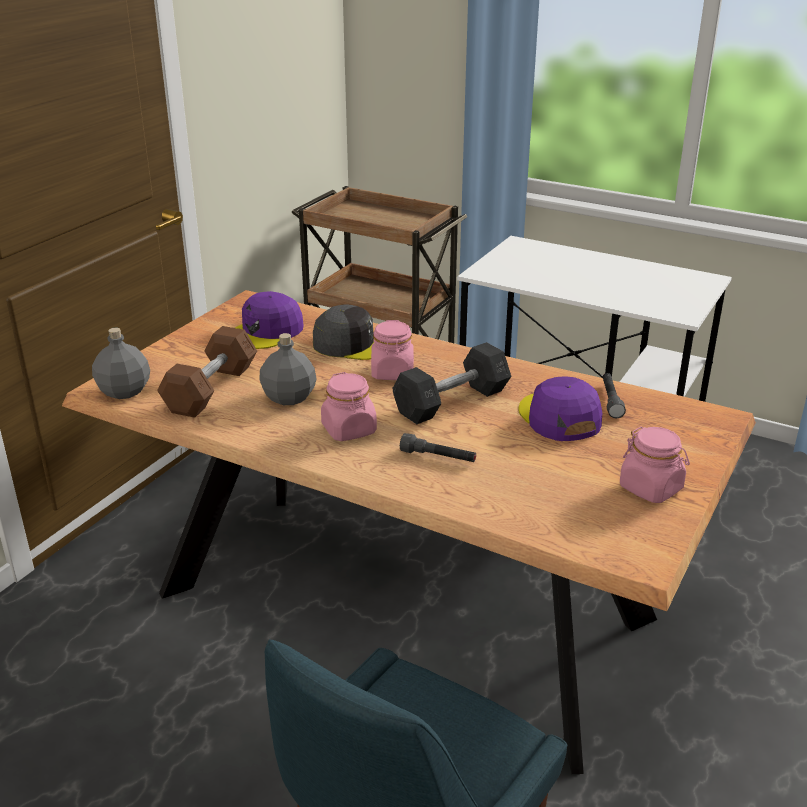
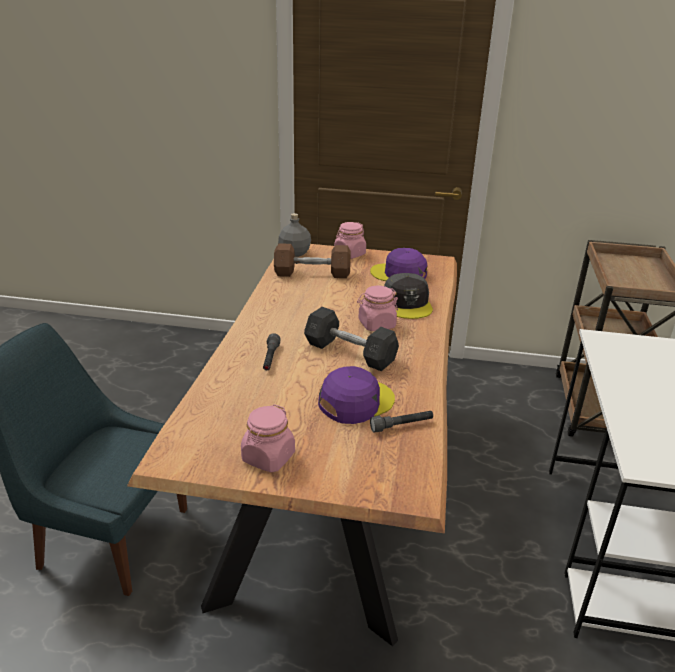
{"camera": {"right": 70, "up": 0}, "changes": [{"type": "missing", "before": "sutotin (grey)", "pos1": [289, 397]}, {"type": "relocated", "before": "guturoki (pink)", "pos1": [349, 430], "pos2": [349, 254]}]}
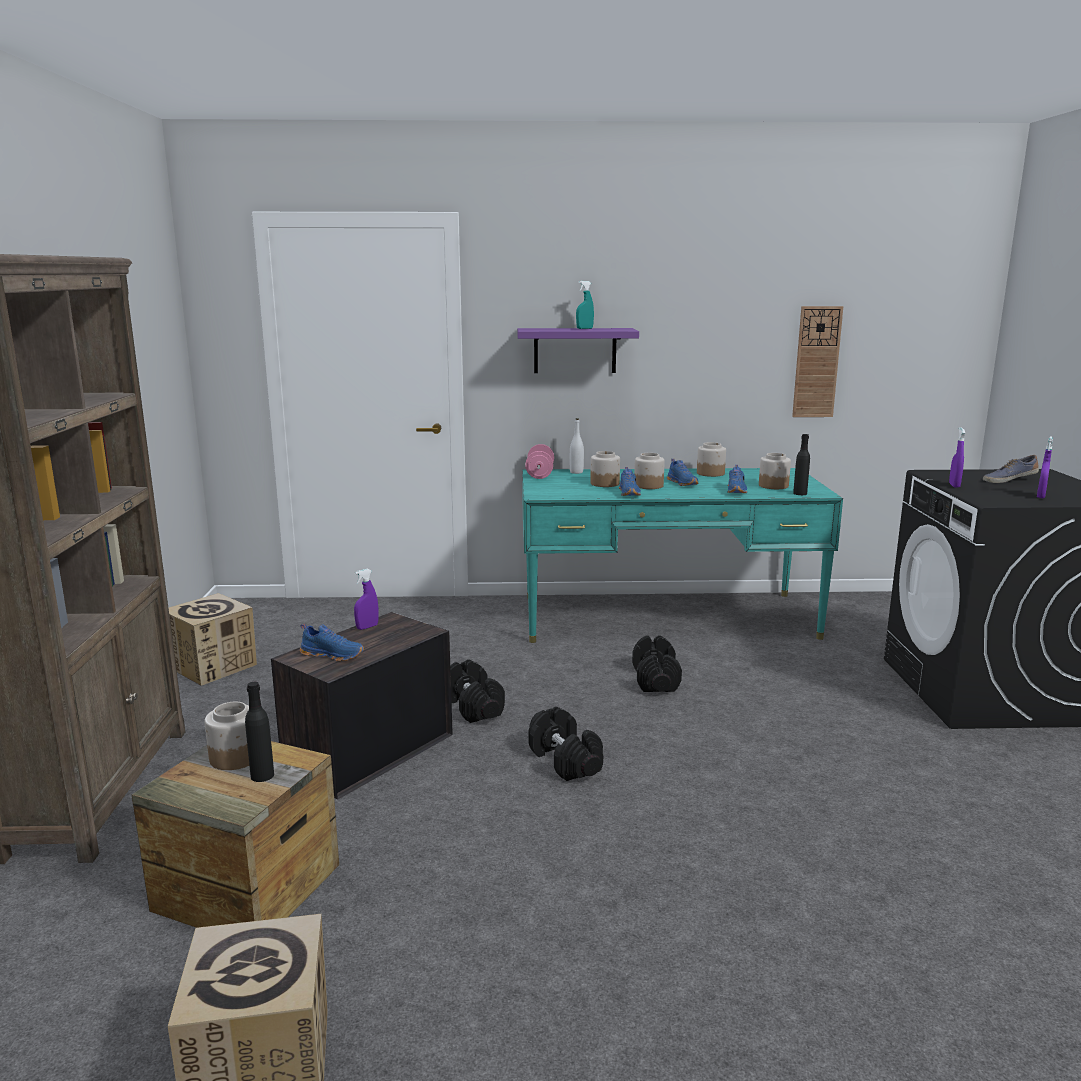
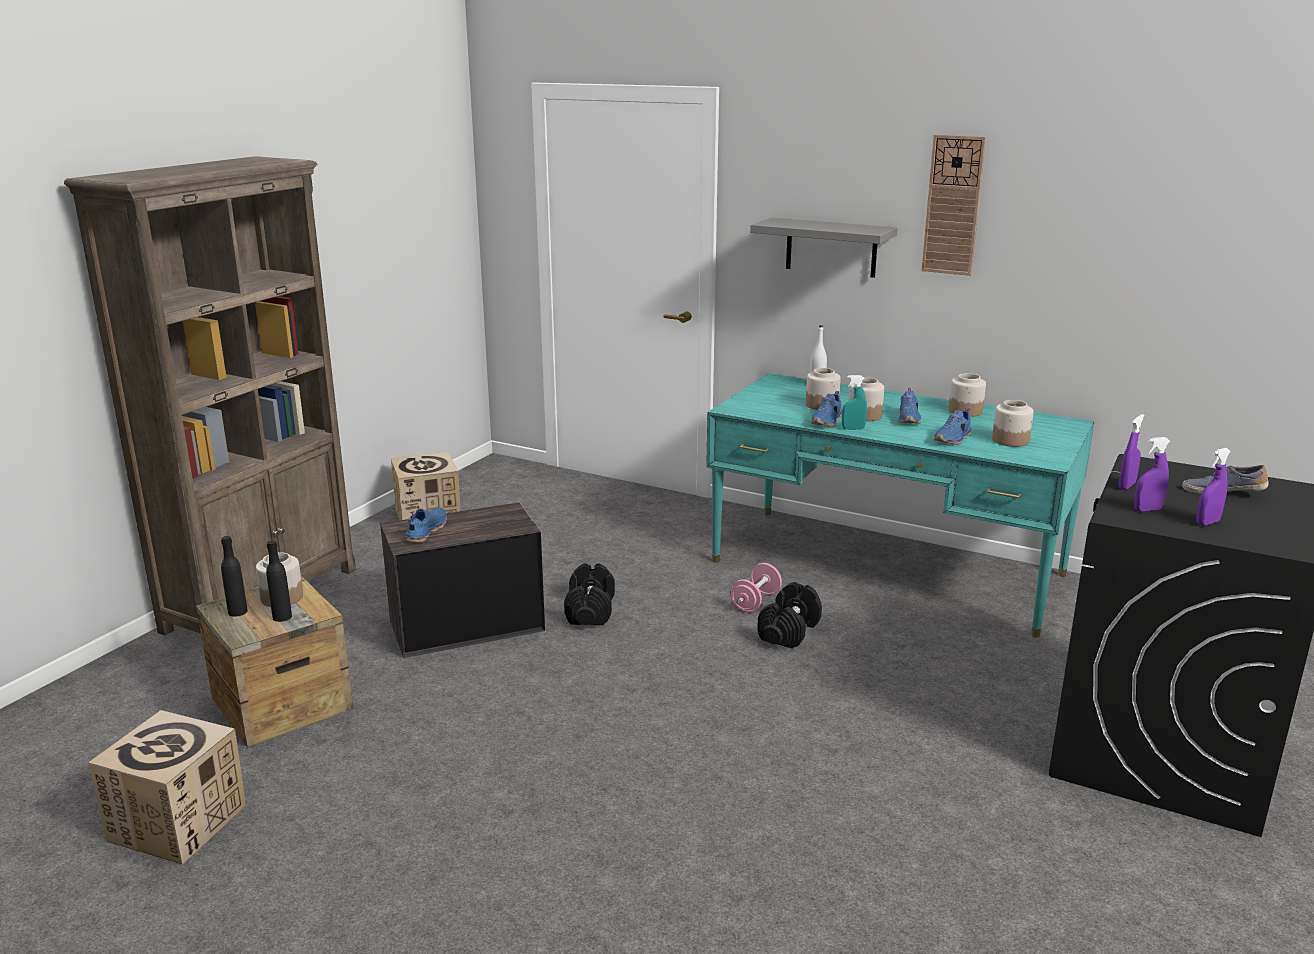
{"camera": {"right": 30, "up": 5}, "changes": [{"type": "spun", "before": "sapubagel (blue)", "pos1": [333, 655], "pos2": [425, 531], "turn": -120}, {"type": "relocated", "before": "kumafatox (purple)", "pos1": [367, 627], "pos2": [1147, 510]}, {"type": "colour", "before": "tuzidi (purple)", "after": "tuzidi (grey)", "pos1": [575, 350], "pos2": [831, 247]}, {"type": "relocated", "before": "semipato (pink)", "pos1": [540, 474], "pos2": [755, 602]}, {"type": "missing", "before": "semipato (black)", "pos1": [565, 761]}, {"type": "relocated", "before": "kumafatox (turquoise)", "pos1": [584, 328], "pos2": [853, 429]}, {"type": "relocated", "before": "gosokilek", "pos1": [816, 362], "pos2": [953, 205]}, {"type": "relocated", "before": "sutotin (black)", "pos1": [800, 493], "pos2": [237, 612]}]}
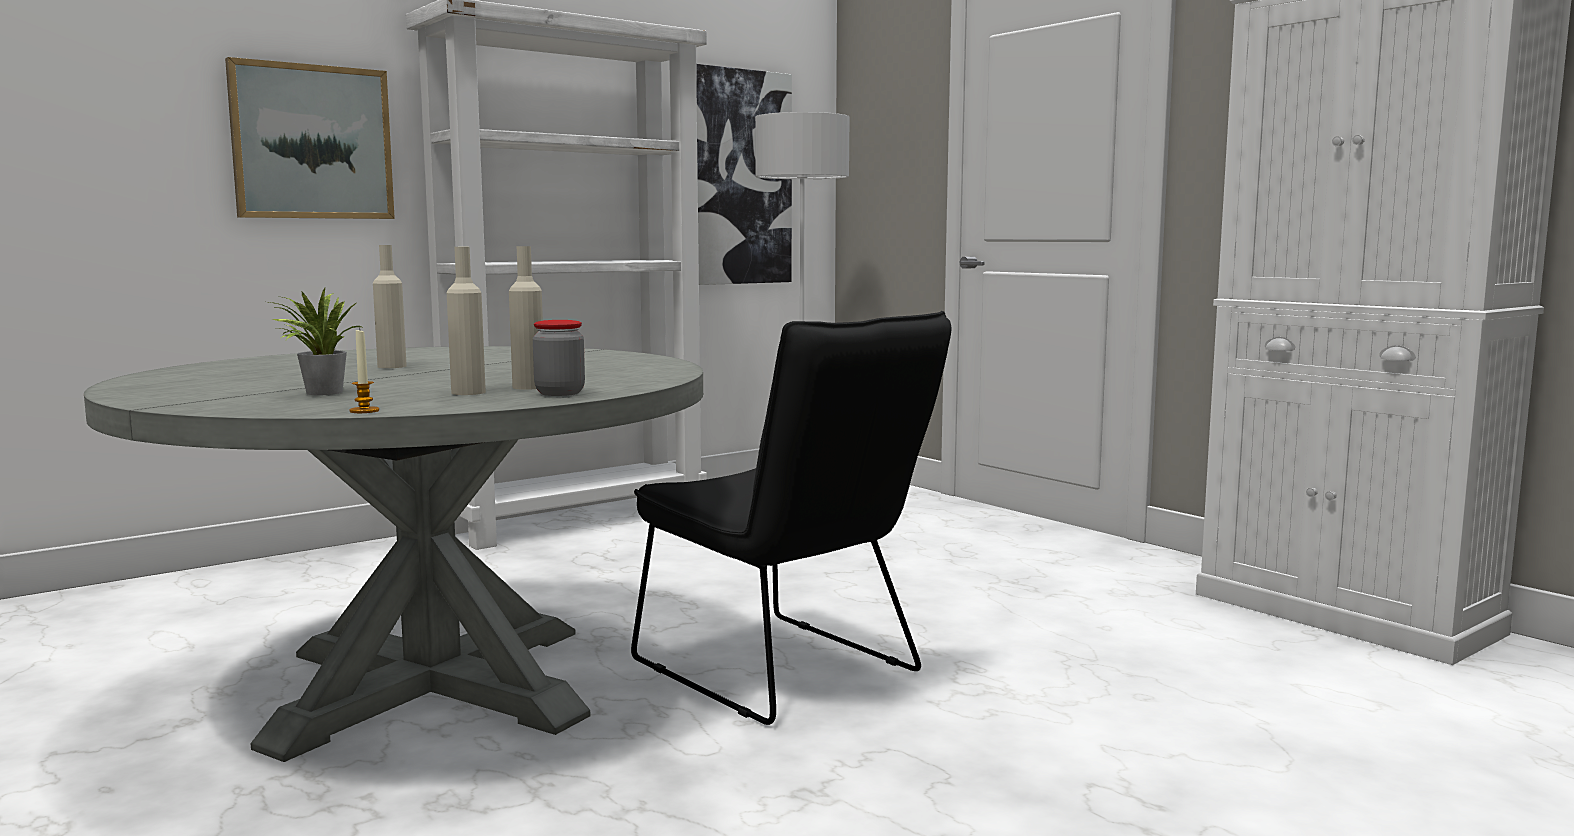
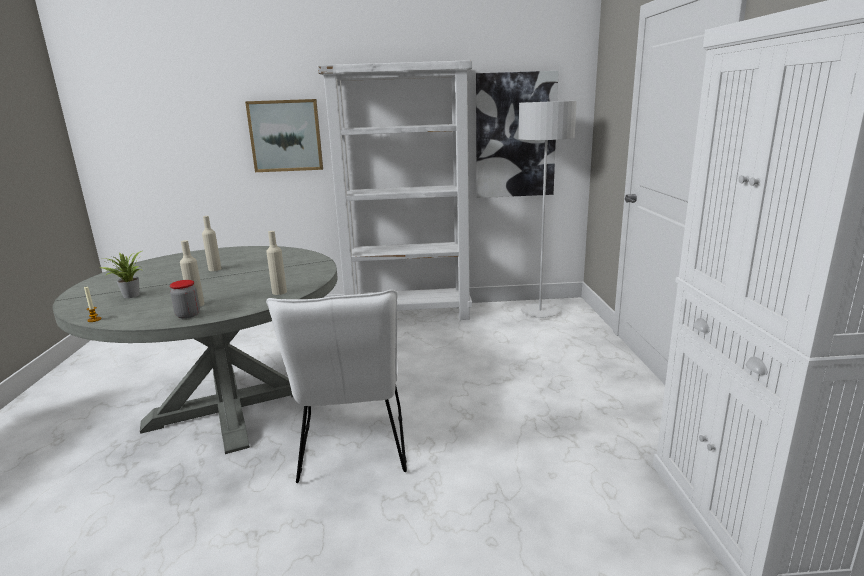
{"camera": {"right": 35, "up": 10}, "changes": [{"type": "relocated", "before": "sutotin (beige)", "pos1": [468, 392], "pos2": [279, 292]}, {"type": "colour", "before": "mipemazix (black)", "after": "mipemazix (white)", "pos1": [787, 672], "pos2": [352, 449]}]}
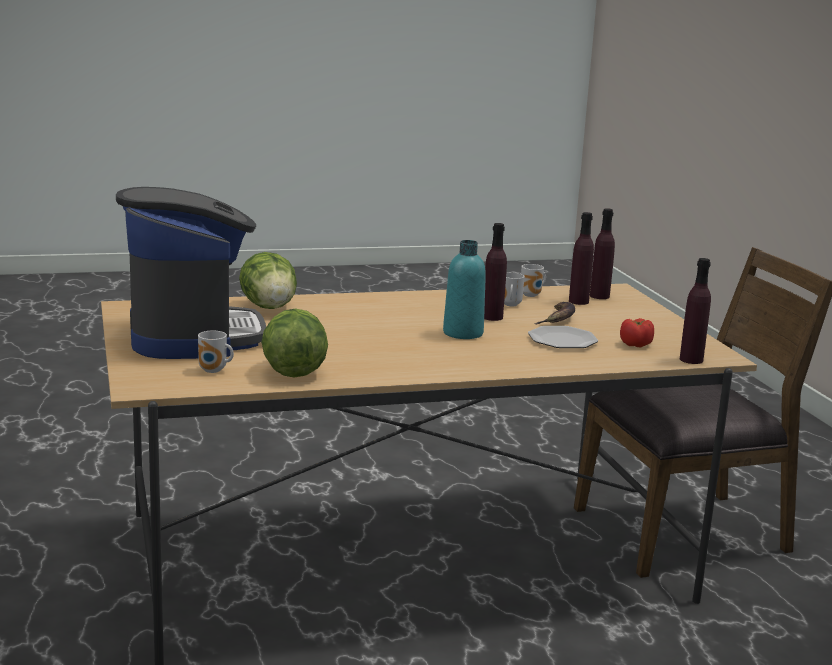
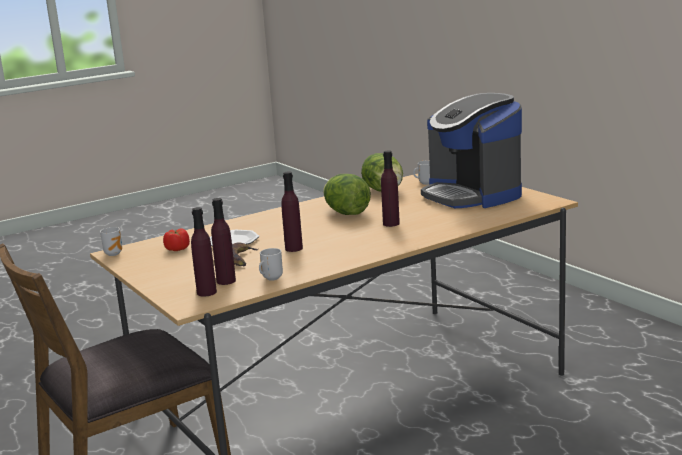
{"camera": {"right": 165, "up": 0}, "changes": [{"type": "relocated", "before": "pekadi", "pos1": [269, 307], "pos2": [347, 213]}, {"type": "missing", "before": "sutotin (turquoise)", "pos1": [463, 333]}, {"type": "relocated", "before": "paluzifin", "pos1": [509, 305], "pos2": [114, 253]}, {"type": "relocated", "before": "sutotin (purple)", "pos1": [691, 360], "pos2": [391, 224]}]}
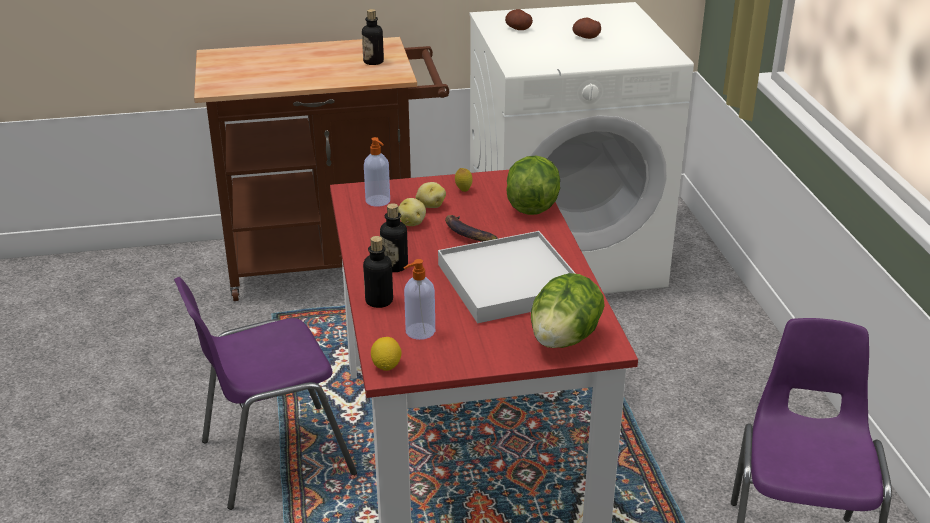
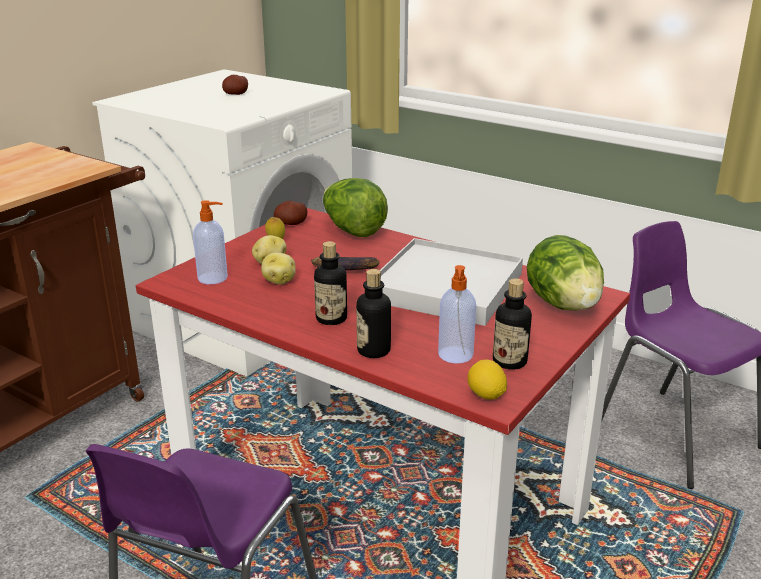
{"camera": {"right": -45, "up": -5}, "changes": [{"type": "relocated", "before": "sutotin", "pos1": [373, 62], "pos2": [509, 361]}, {"type": "relocated", "before": "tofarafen", "pos1": [518, 29], "pos2": [291, 224]}]}
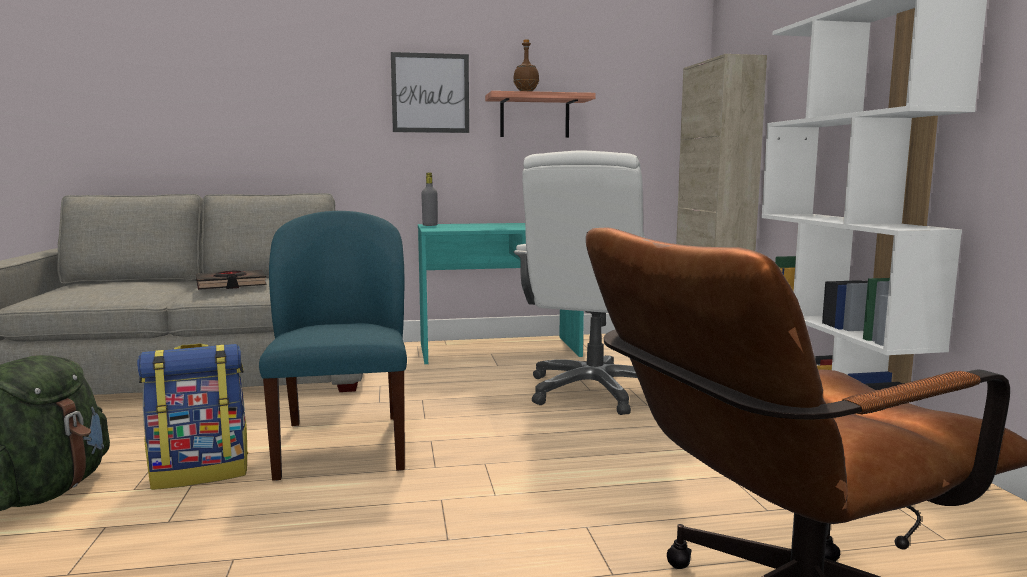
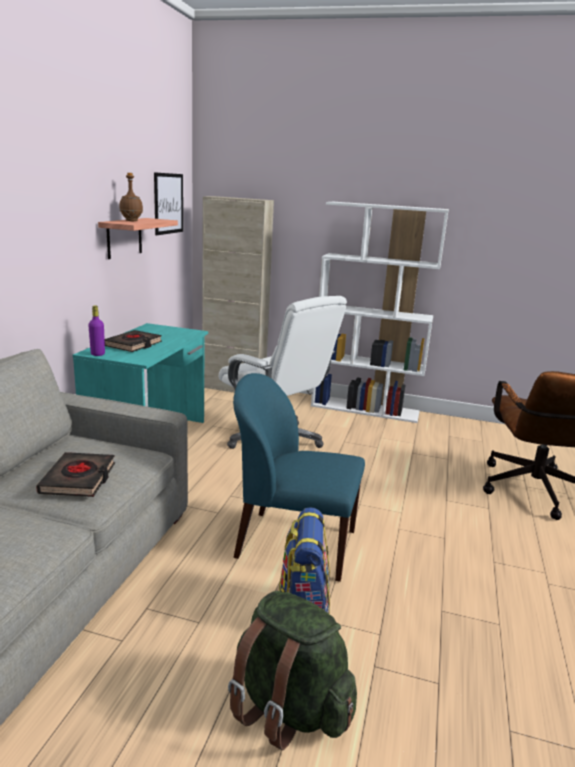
{"camera": {"right": -65, "up": 10}, "changes": [{"type": "relocated", "before": "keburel", "pos1": [430, 93], "pos2": [168, 203]}, {"type": "colour", "before": "sutotin (grey)", "after": "sutotin (purple)", "pos1": [430, 225], "pos2": [98, 354]}, {"type": "appeared", "after": "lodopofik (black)", "pos2": [133, 344]}]}
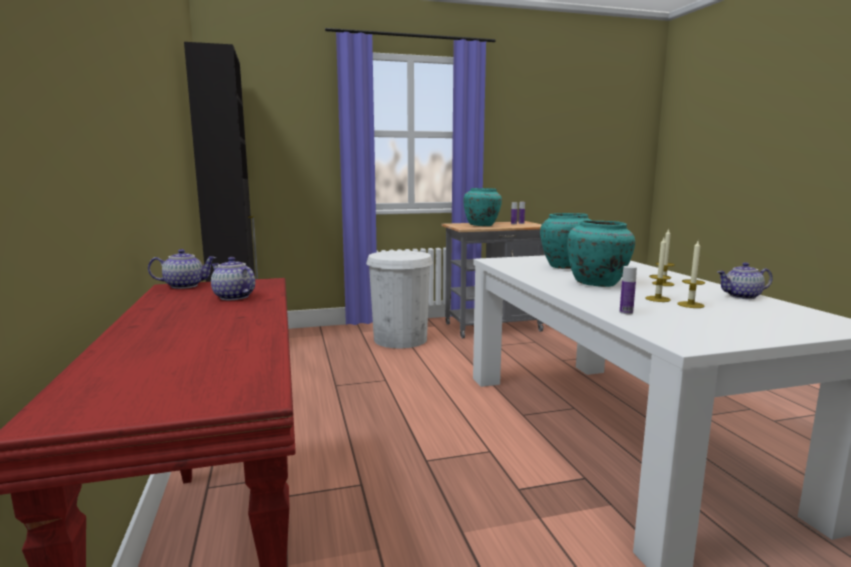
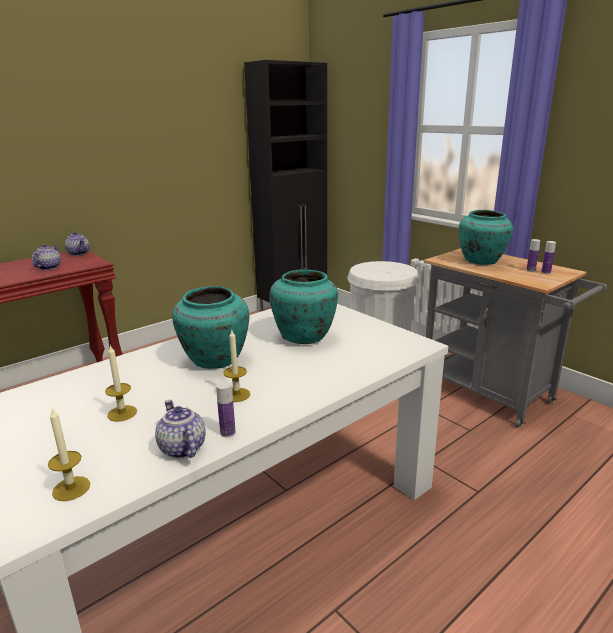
{"camera": {"right": 65, "up": 10}, "changes": [{"type": "relocated", "before": "sutotin", "pos1": [626, 312], "pos2": [227, 432]}, {"type": "relocated", "before": "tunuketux", "pos1": [657, 299], "pos2": [71, 488]}]}
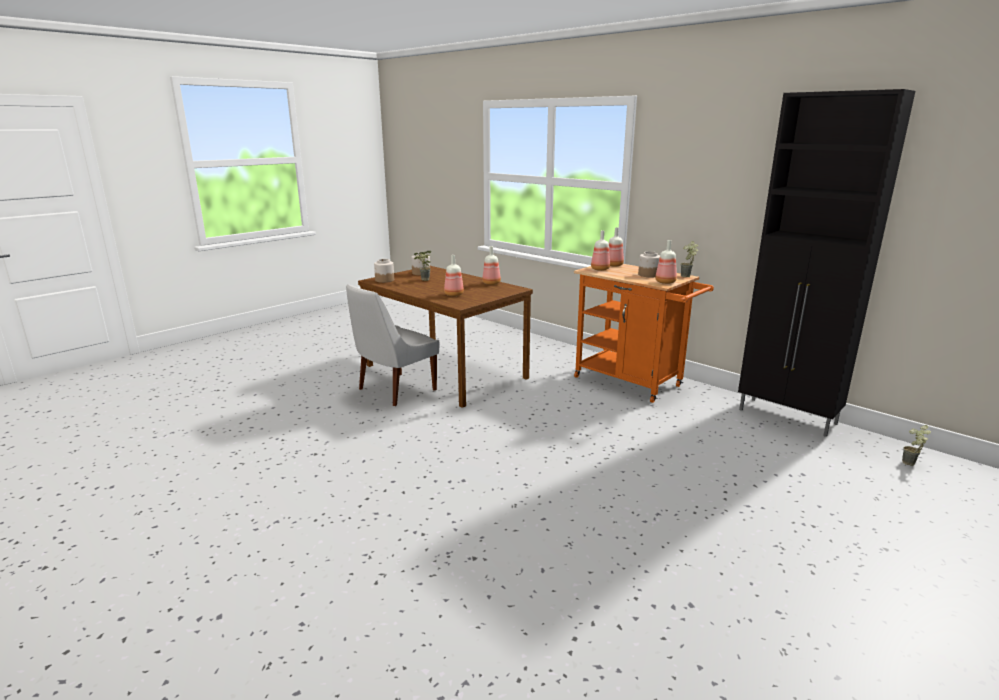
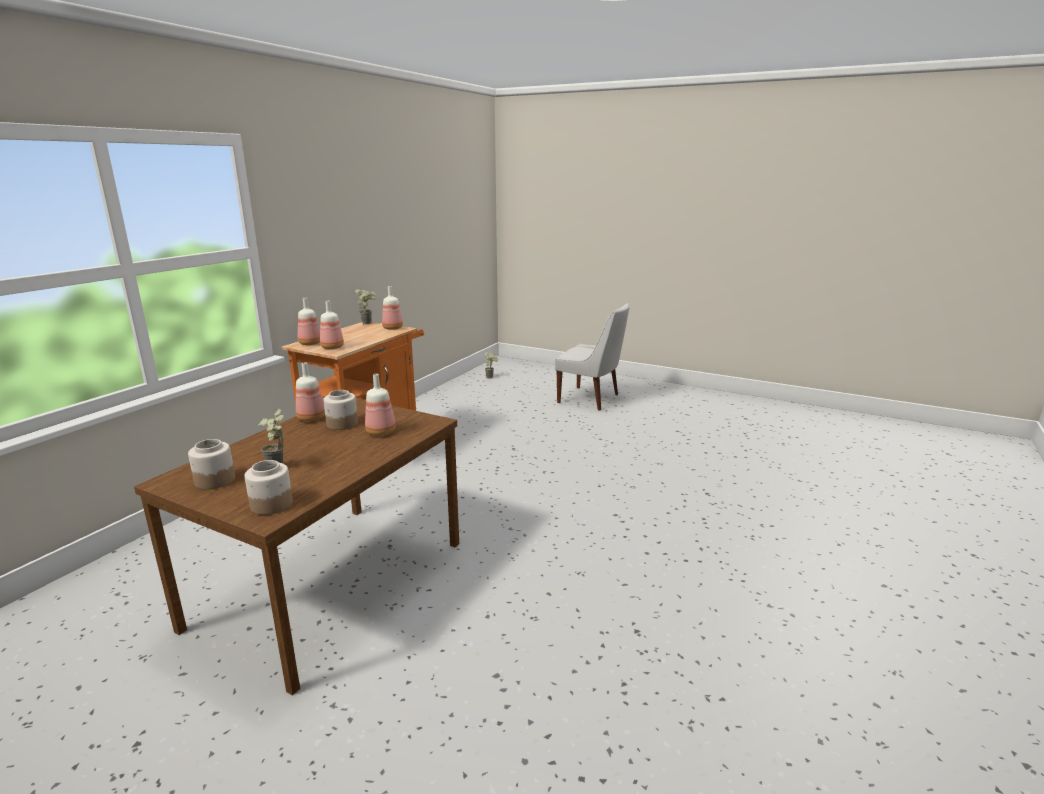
{"camera": {"right": -105, "up": 0}, "changes": [{"type": "relocated", "before": "mipemazix (white)", "pos1": [394, 390], "pos2": [590, 399]}, {"type": "relocated", "before": "guturoki", "pos1": [648, 275], "pos2": [342, 424]}, {"type": "missing", "before": "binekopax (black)", "pos1": [788, 417]}]}
